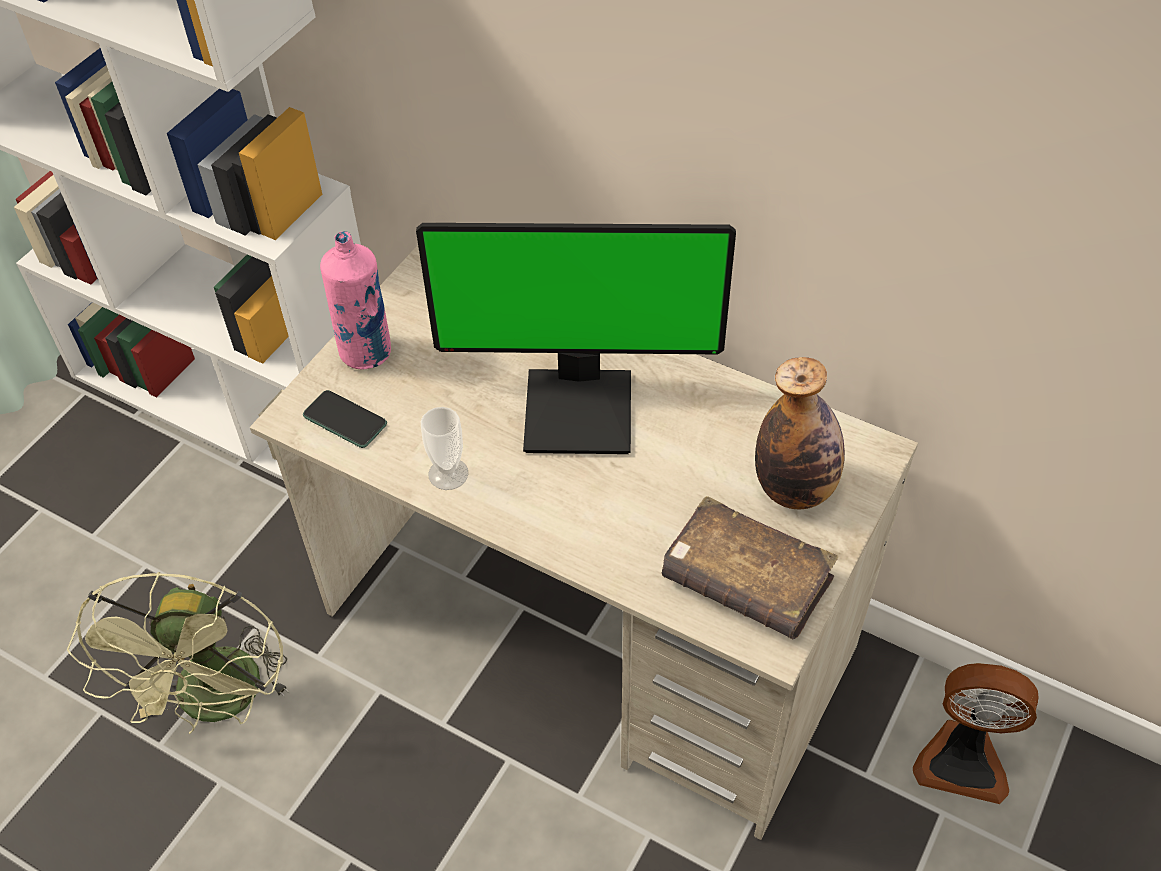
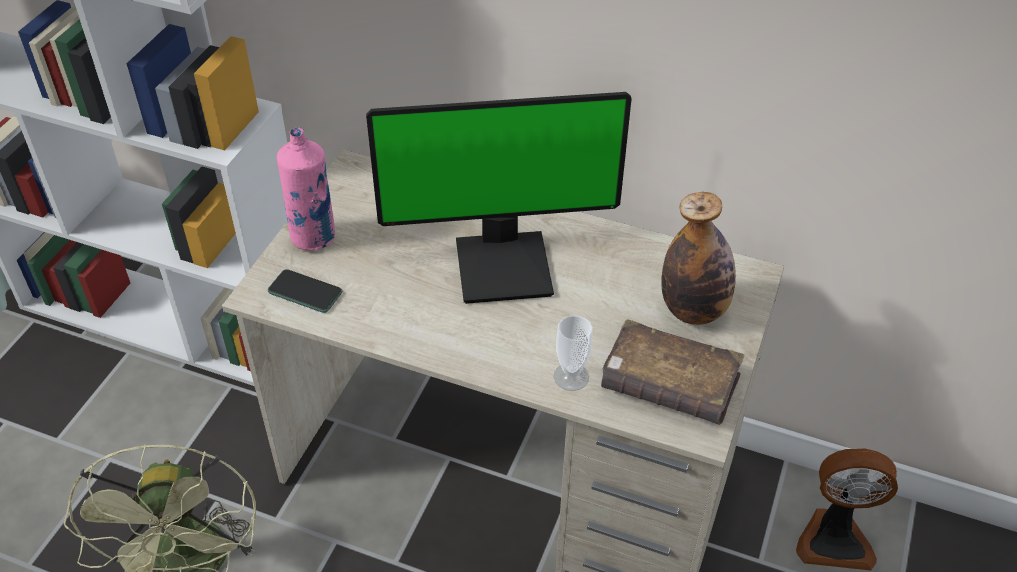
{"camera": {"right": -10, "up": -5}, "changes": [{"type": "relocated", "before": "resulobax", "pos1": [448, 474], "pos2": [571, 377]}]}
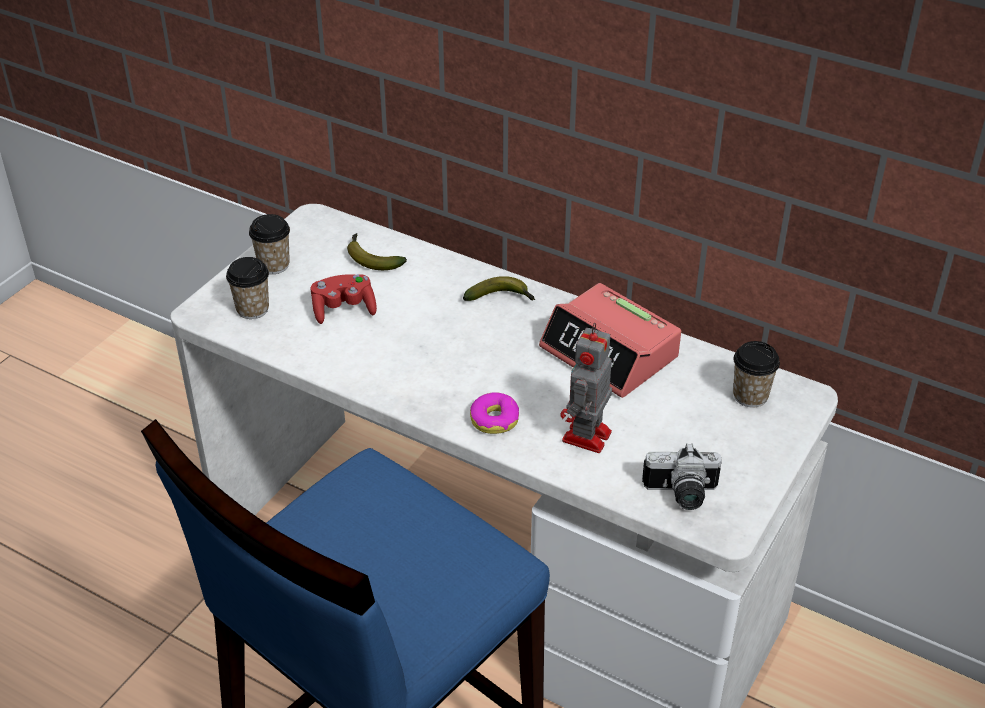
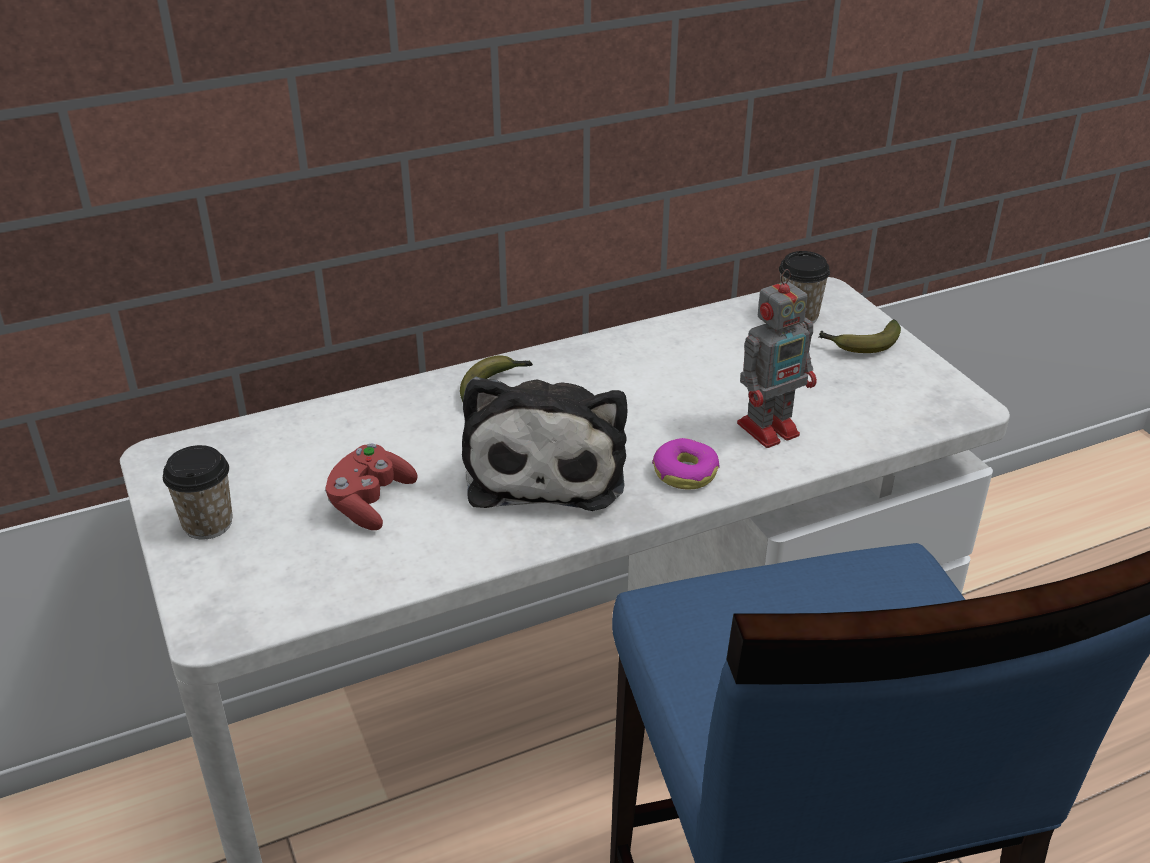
{"camera": {"right": -55, "up": -5}, "changes": [{"type": "missing", "before": "resulobax", "pos1": [252, 309]}, {"type": "relocated", "before": "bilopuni", "pos1": [371, 258], "pos2": [860, 345]}, {"type": "missing", "before": "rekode", "pos1": [610, 353]}, {"type": "spun", "before": "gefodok", "pos1": [585, 438], "pos2": [770, 428], "turn": -90}, {"type": "missing", "before": "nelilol", "pos1": [681, 495]}, {"type": "appeared", "after": "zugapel", "pos2": [546, 467]}]}
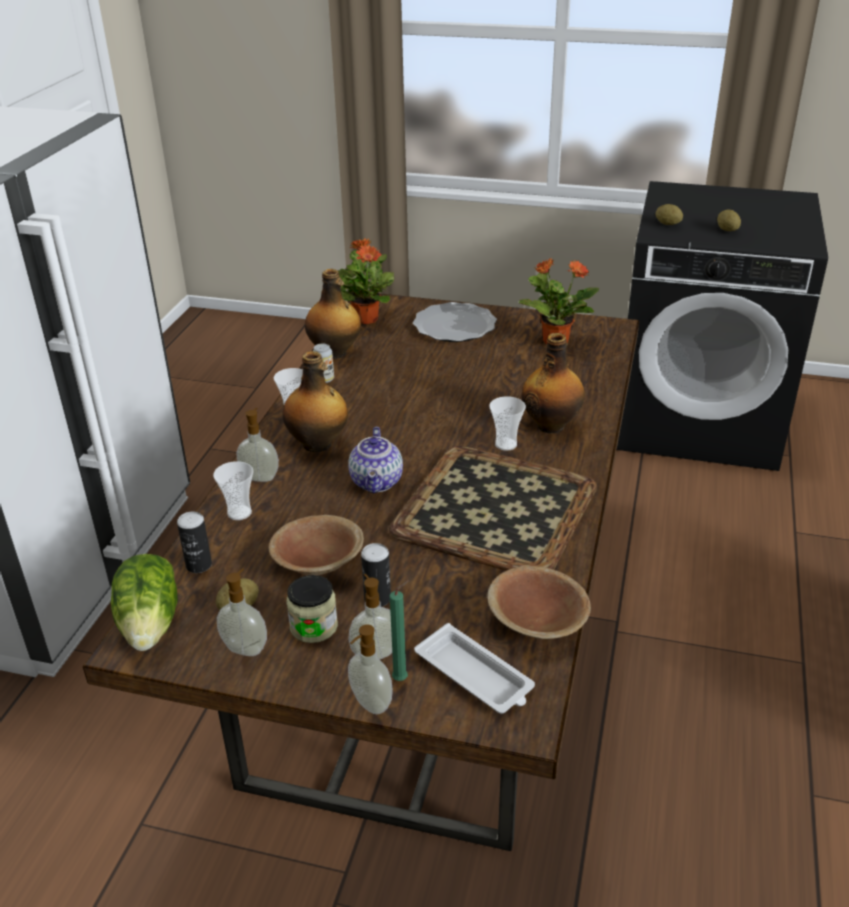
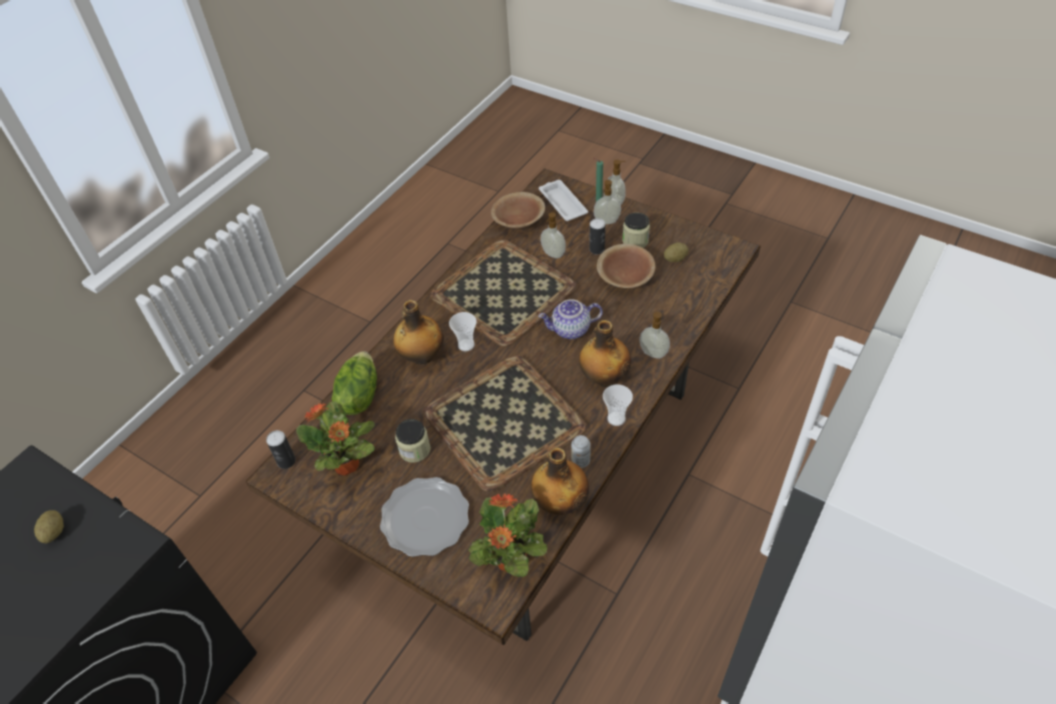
{"camera": {"right": -160, "up": 15}, "changes": [{"type": "relocated", "before": "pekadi", "pos1": [151, 623], "pos2": [358, 396]}, {"type": "relocated", "before": "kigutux", "pos1": [199, 565], "pos2": [286, 461]}, {"type": "missing", "before": "resulobax", "pos1": [239, 513]}, {"type": "relocated", "before": "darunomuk", "pos1": [246, 648], "pos2": [552, 254]}, {"type": "spun", "before": "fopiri", "pos1": [378, 482], "pos2": [570, 330], "turn": -120}, {"type": "missing", "before": "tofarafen", "pos1": [668, 224]}, {"type": "appeared", "after": "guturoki", "pos2": [415, 449]}, {"type": "appeared", "after": "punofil", "pos2": [504, 419]}]}
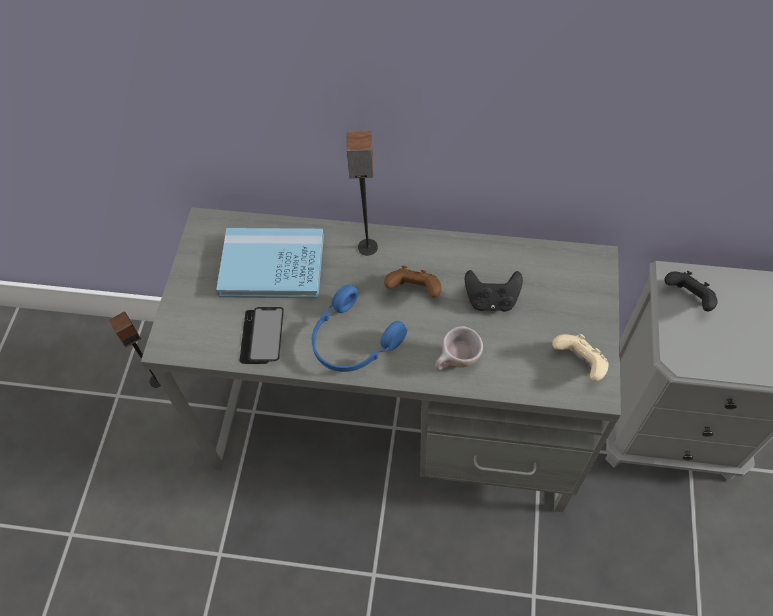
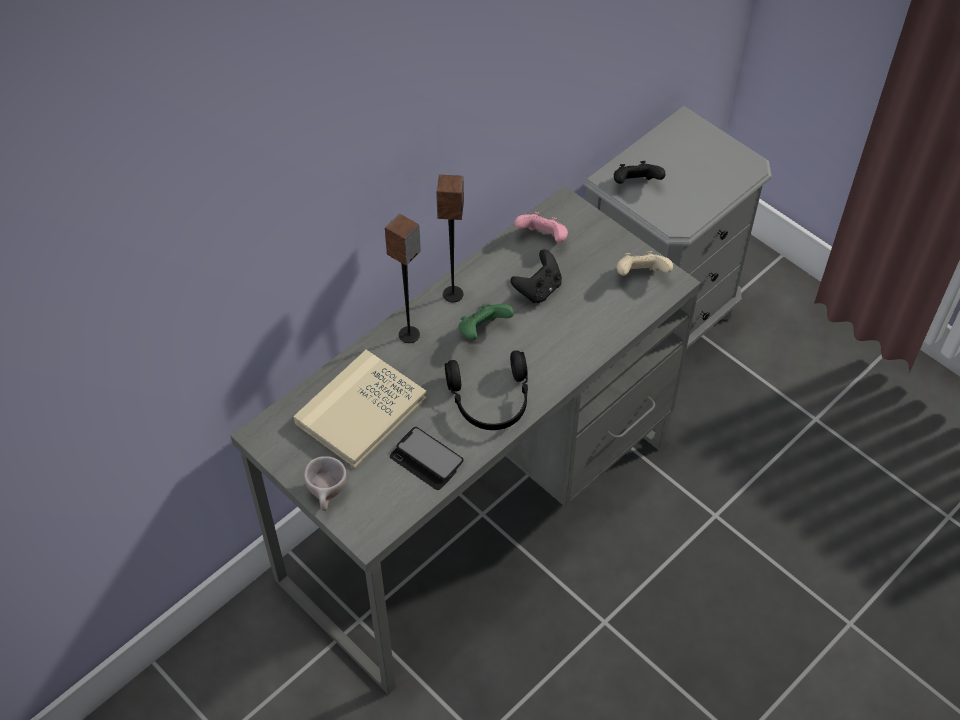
{"camera": {"right": -55, "up": -5}, "changes": [{"type": "relocated", "before": "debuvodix", "pos1": [157, 380], "pos2": [452, 294]}, {"type": "colour", "before": "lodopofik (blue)", "after": "lodopofik (beige)", "pos1": [272, 266], "pos2": [361, 411]}, {"type": "colour", "before": "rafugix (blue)", "after": "rafugix (black)", "pos1": [352, 341], "pos2": [490, 401]}, {"type": "colour", "before": "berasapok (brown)", "after": "berasapok (green)", "pos1": [414, 291], "pos2": [483, 331]}, {"type": "relocated", "before": "resulobax (beige)", "pos1": [456, 362], "pos2": [328, 496]}, {"type": "appeared", "after": "berasapok (pink)", "pos2": [543, 238]}]}
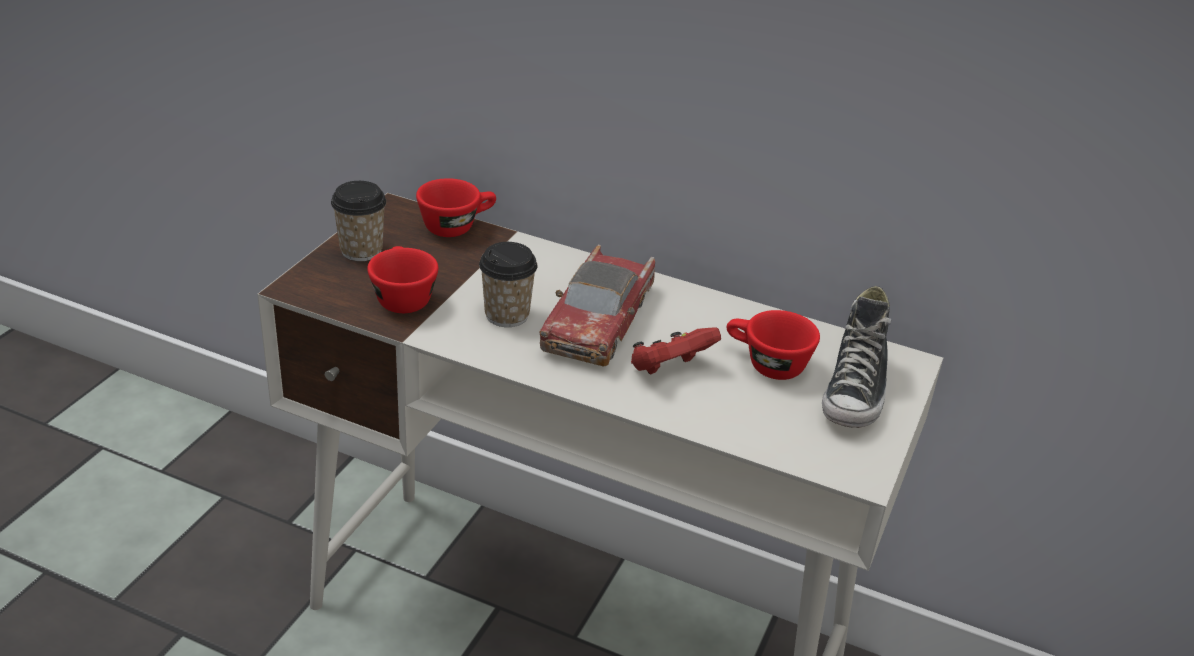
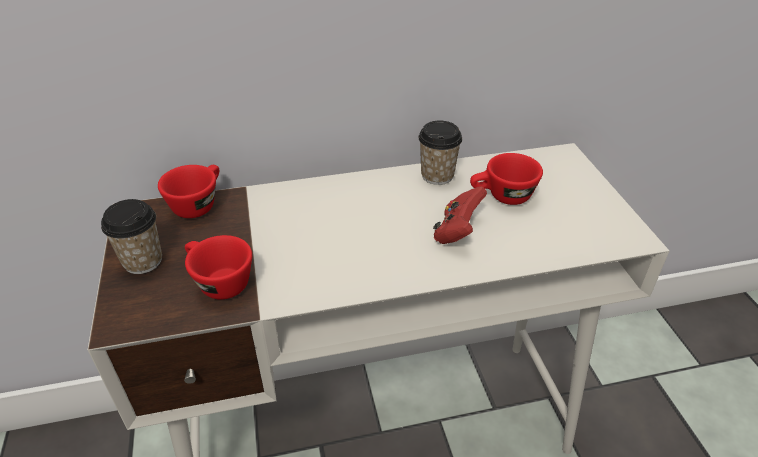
{"camera": {"right": -35, "up": 5}, "changes": [{"type": "relocated", "before": "resulobax", "pos1": [507, 315], "pos2": [437, 175]}, {"type": "missing", "before": "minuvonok", "pos1": [598, 320]}, {"type": "missing", "before": "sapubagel", "pos1": [855, 392]}]}
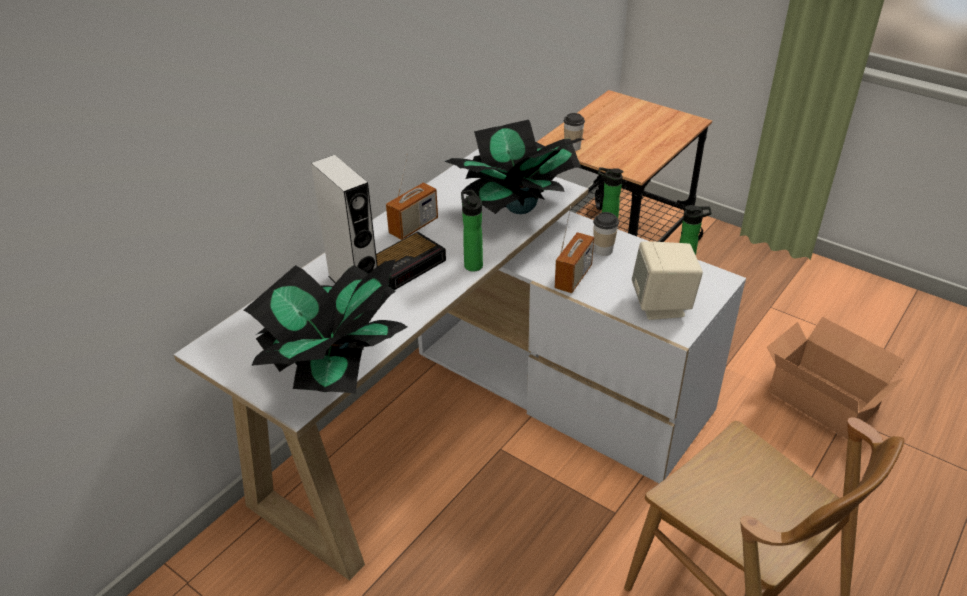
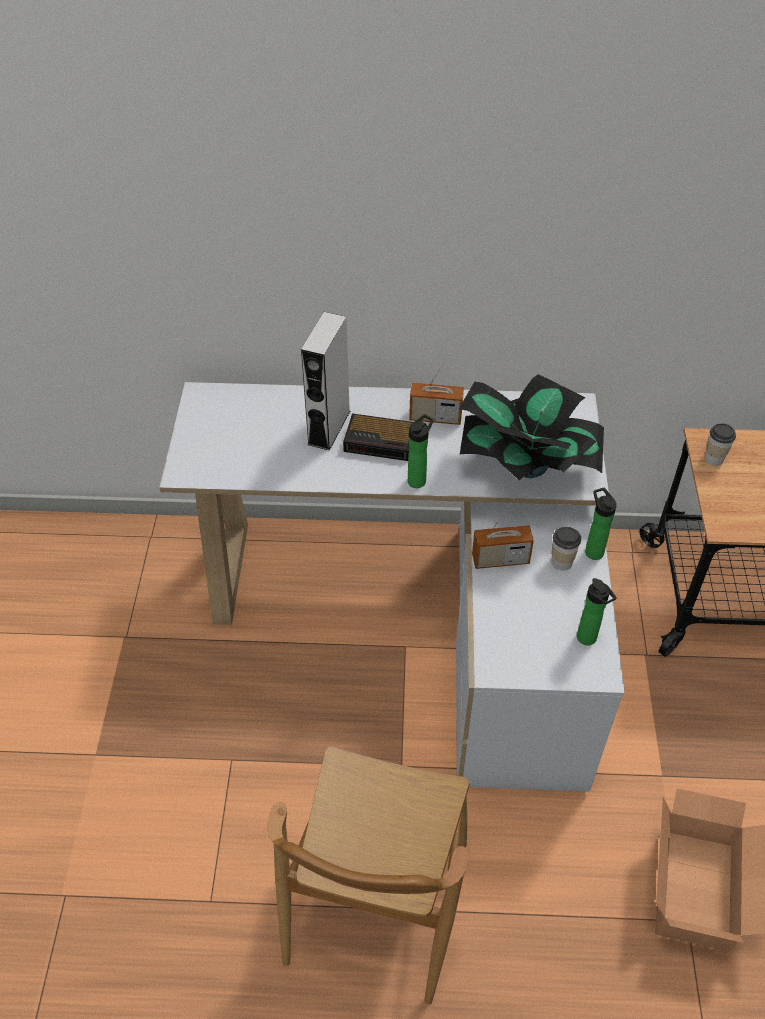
{"camera": {"right": 55, "up": 10}, "changes": [{"type": "missing", "before": "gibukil", "pos1": [333, 369]}, {"type": "missing", "before": "debuvodix (beige)", "pos1": [662, 305]}]}
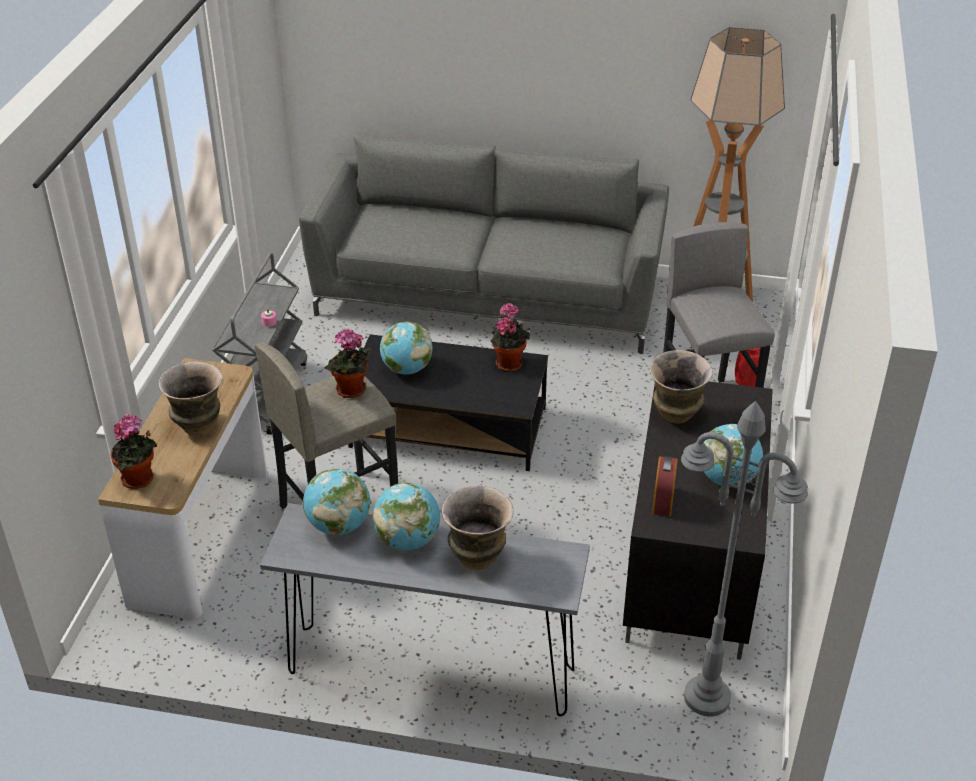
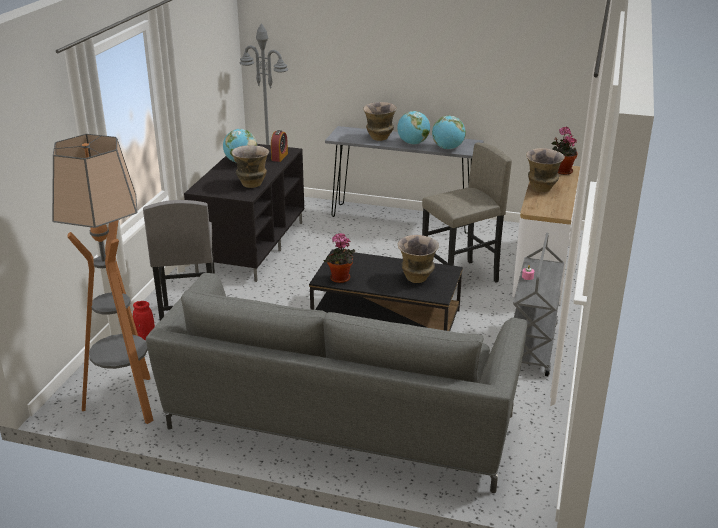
{"camera": {"right": -175, "up": -10}, "changes": [{"type": "missing", "before": "gibukil", "pos1": [351, 391]}, {"type": "exchanged", "before": "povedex", "after": "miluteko", "pos1": [406, 369], "pos2": [417, 279]}]}
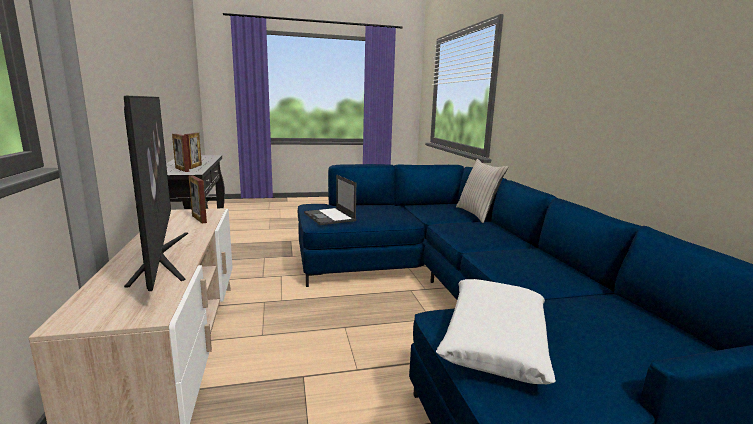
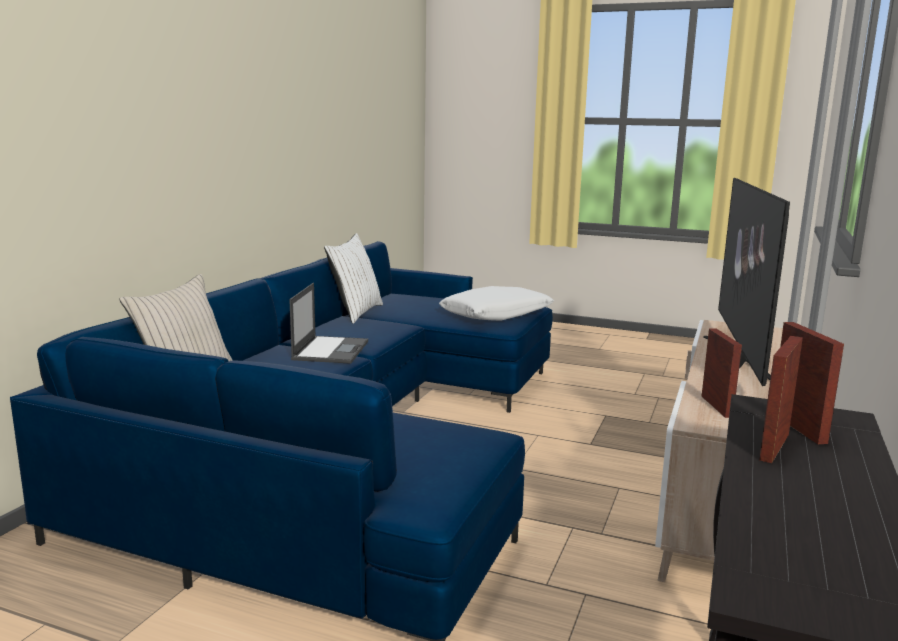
{"camera": {"right": -145, "up": 0}, "changes": [{"type": "relocated", "before": "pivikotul", "pos1": [330, 217], "pos2": [331, 350]}, {"type": "appeared", "after": "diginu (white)", "pos2": [355, 313]}]}
